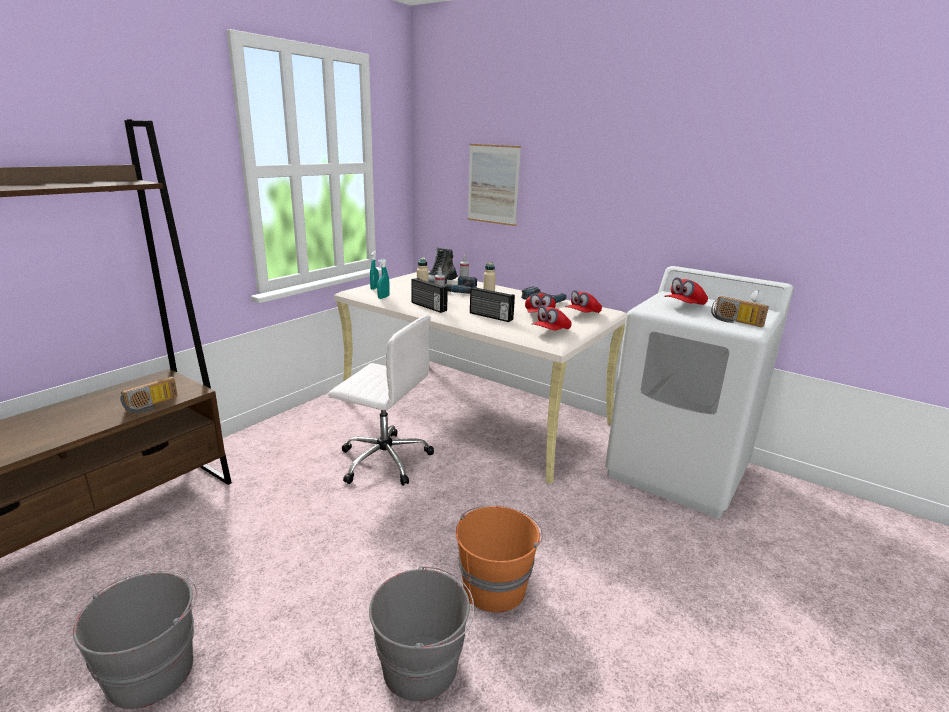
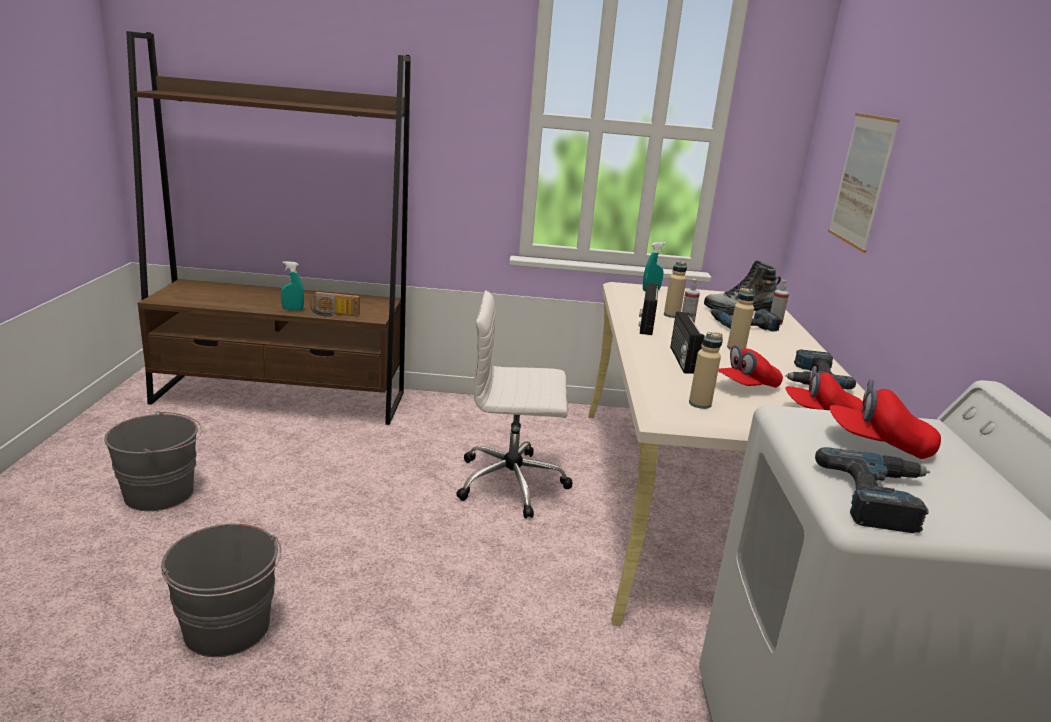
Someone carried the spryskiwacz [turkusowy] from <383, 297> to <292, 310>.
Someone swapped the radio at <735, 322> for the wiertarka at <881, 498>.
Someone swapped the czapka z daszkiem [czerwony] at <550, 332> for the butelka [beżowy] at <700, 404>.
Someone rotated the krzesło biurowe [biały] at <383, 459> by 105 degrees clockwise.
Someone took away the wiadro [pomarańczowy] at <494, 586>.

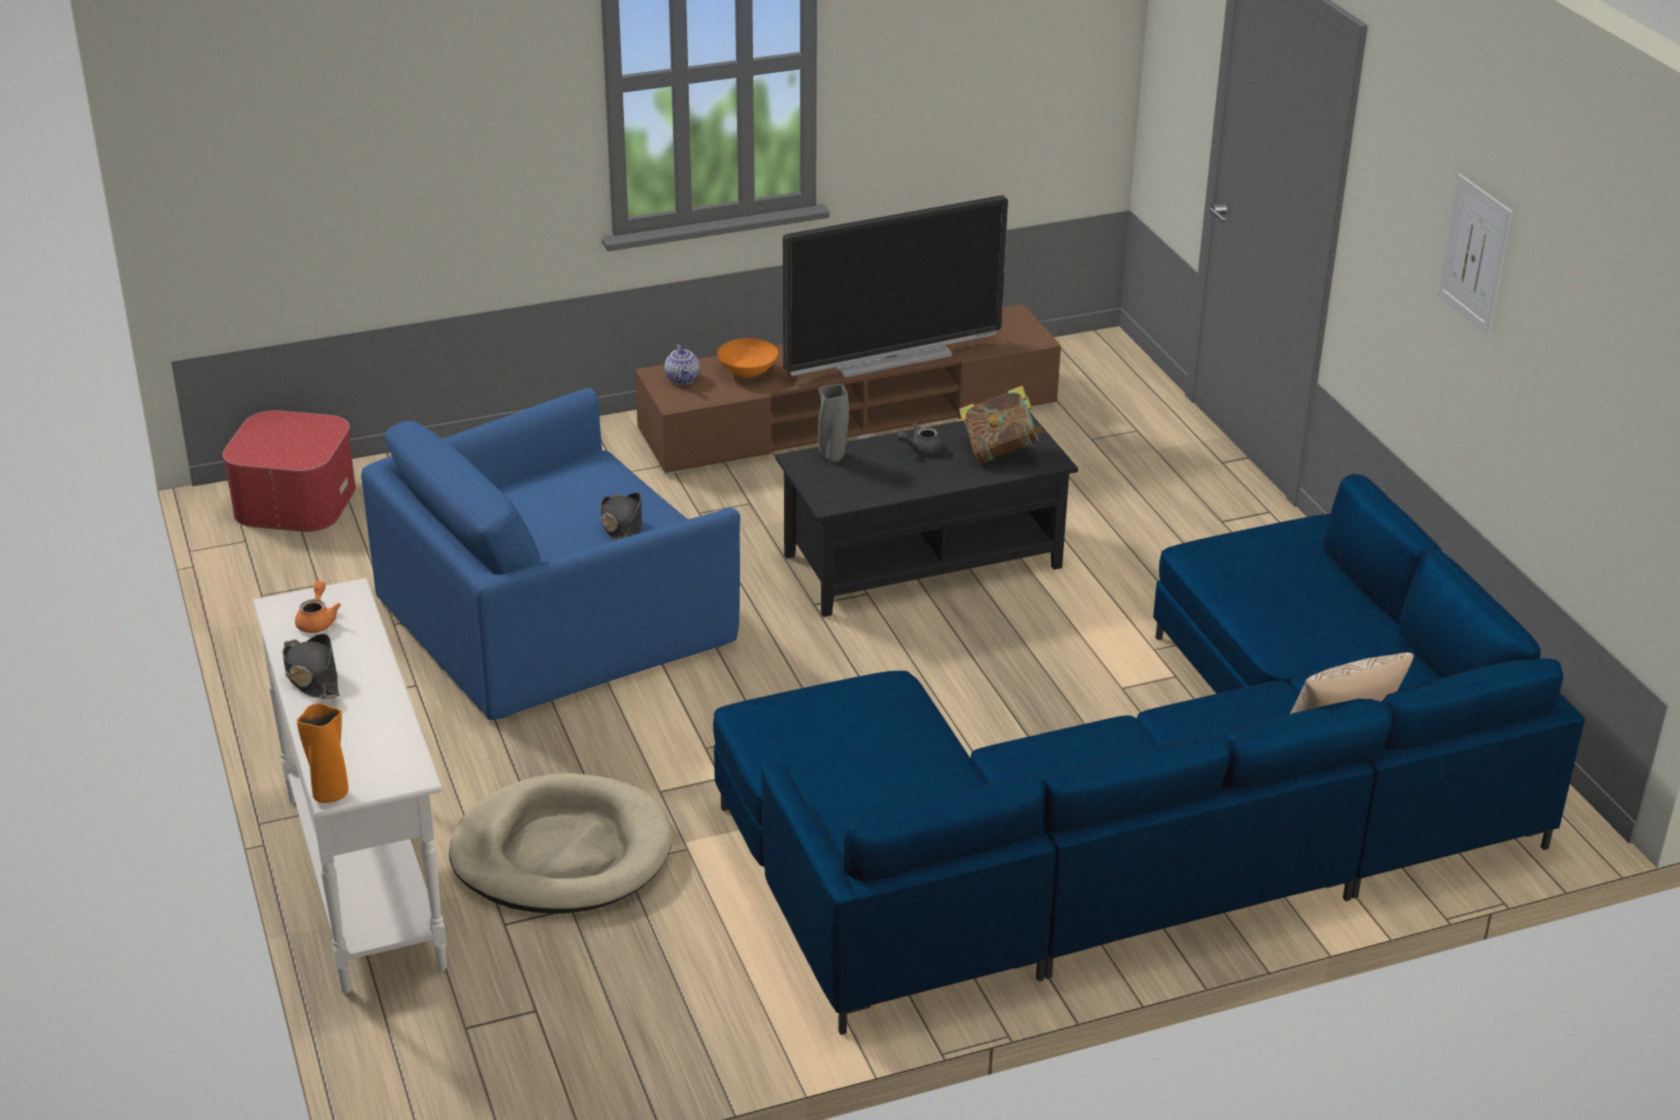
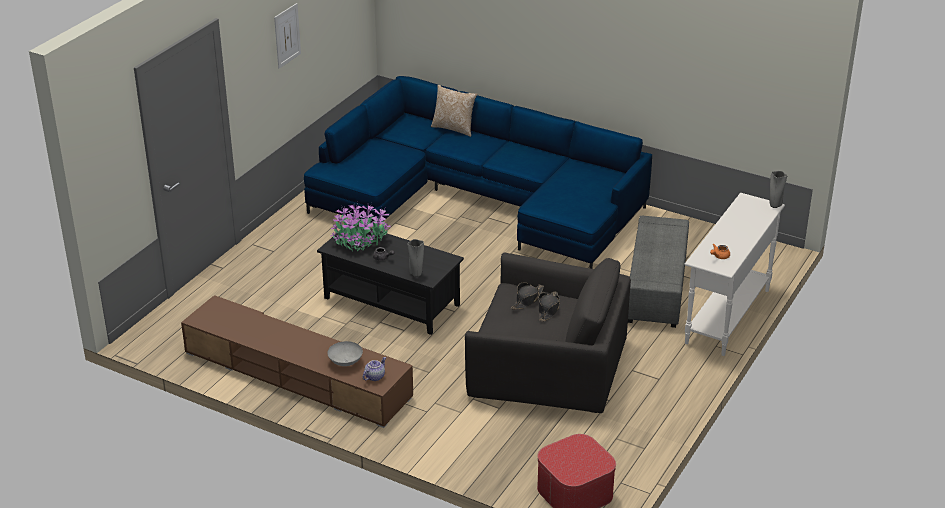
Someone took away the telewizor at <890, 358>.
Someone repainted the miska [pomarańczowy] at <748, 372>, which became the miska [szary] at <345, 362>.
Someone swapped the książka at <999, 451> for the roślina doniczkowa at <360, 241>.
Someone repainted the fotel [niebieski] at <554, 616>, which became the fotel [czarny] at <547, 365>.
Someone carried the kapelusz [czarny] from <311, 676> to <548, 309>.
Someone repainted the wazon [pomarańczowy] at <330, 794>, which became the wazon [szary] at <774, 205>.
Someone swapped the legowisko [beżowy] at <562, 853> for the pufa [szary] at <657, 288>.

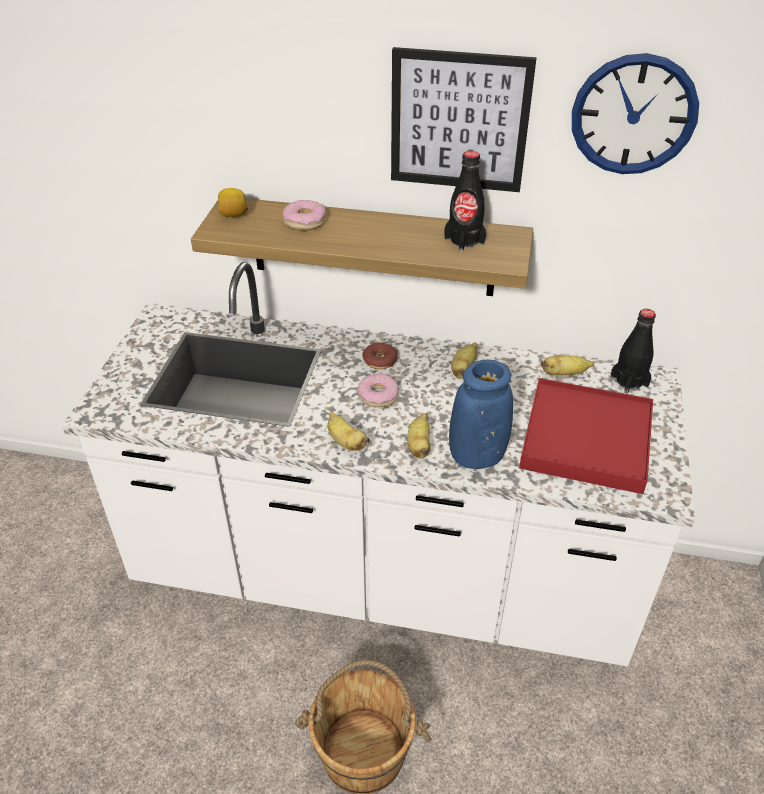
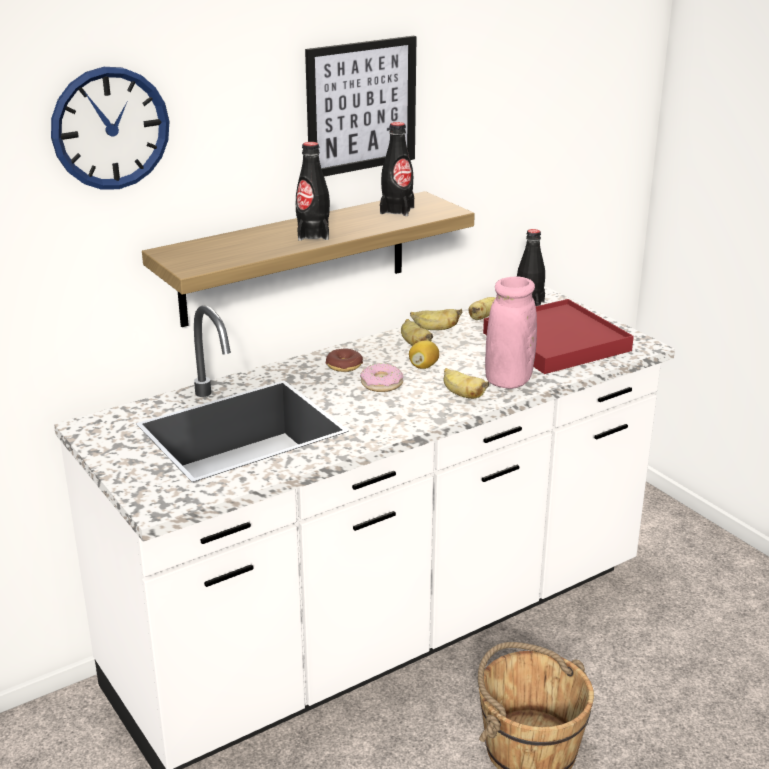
Someone carried the zegar ścienny from <633, 115> to <110, 128>.
Someone carried the cytryna from <233, 215> to <423, 366>.
Someone took away the donut at <304, 221>.
Someone repainted the wazon [niebieski] at <477, 456>, which became the wazon [różowy] at <508, 381>.
Someone carried the banan from <345, 442> to <435, 329>.
Someone put down the butelka [czarny] at <313, 235>.

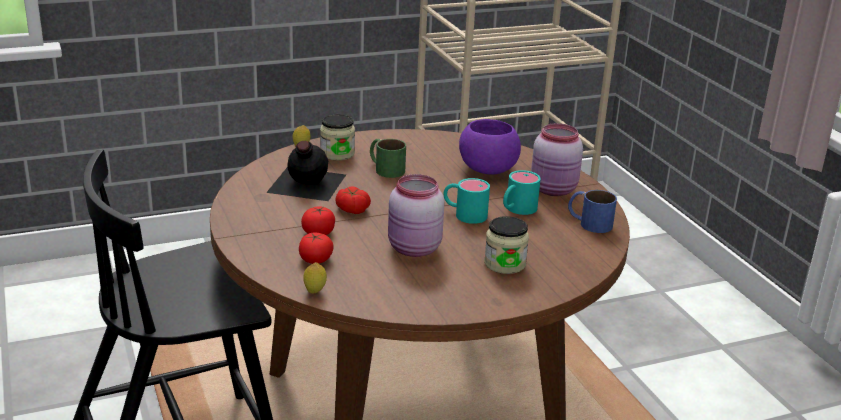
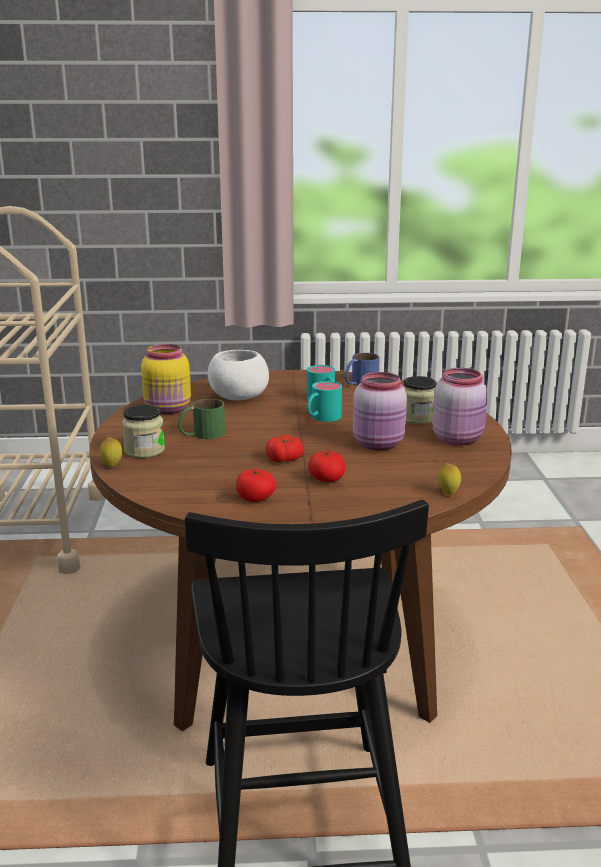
Someone repainted the miska [fioletowy] at <487, 170>, which became the miska [biały] at <239, 398>.
Someone carried the słoik [różowy] from <554, 190> to <458, 439>.
Someone took away the butelka [czarny] at <305, 183>.
Someone carried the pomidor from <315, 259> to <255, 497>.
Someone put down the słoik [żółty] at <168, 409>.

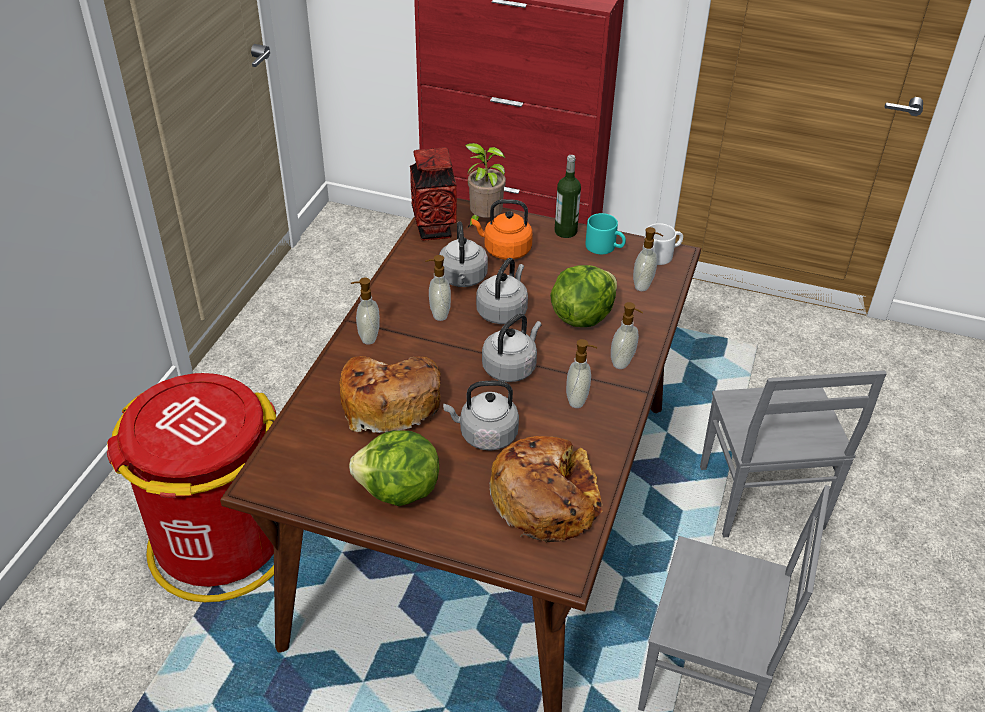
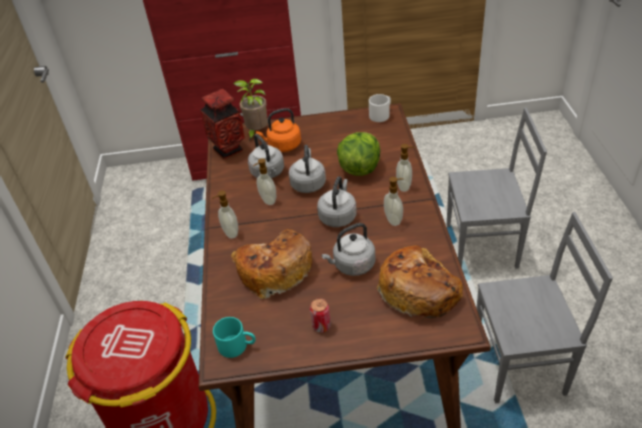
Someone took away the butelka at <565, 231>.
Someone carried the kubek [turkusowy] from <605, 247> to <237, 345>.
Someone took away the dozownik mydła at <644, 285>.
Someone rotated the krzesło [szary] at <759, 499> by 60 degrees counterclockwise.
Someone swapped the sałata at <398, 492> for the puszka at <321, 326>.

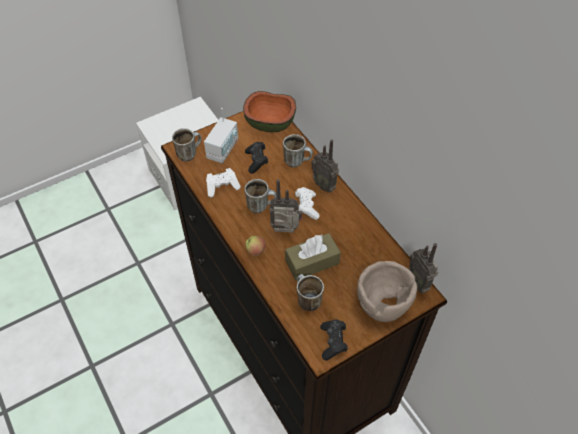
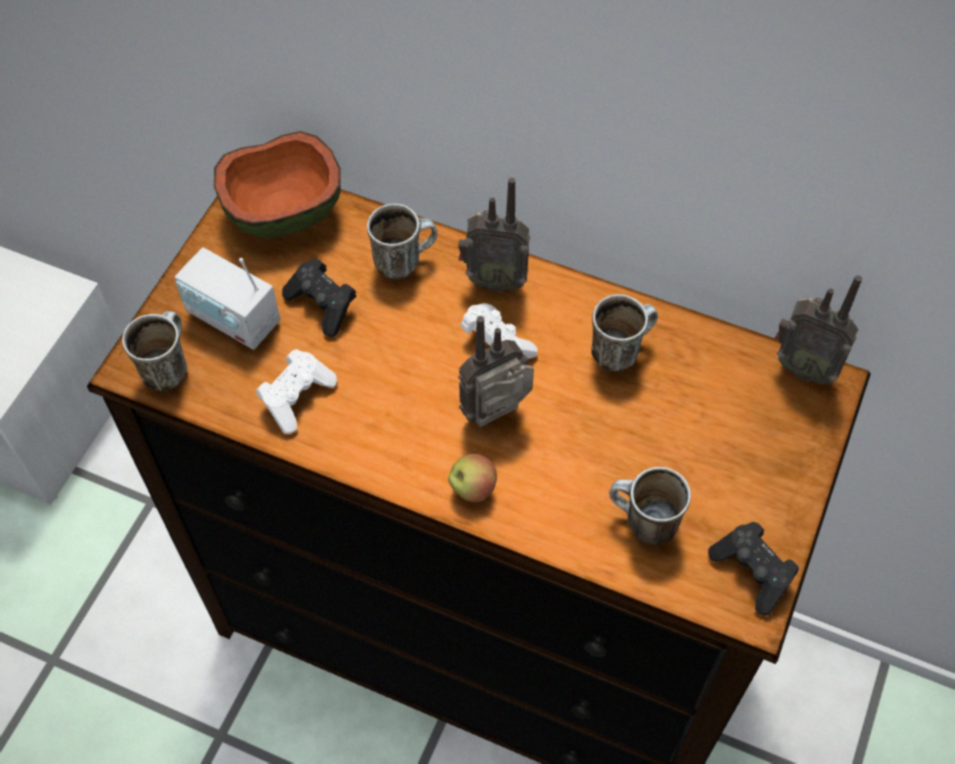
Someone rotated the radio at <223, 150> by 135 degrees clockwise.
Someone carried the kubek from <261, 206> to <620, 349>.
Someone took away the pudełko chusteczek [brązowy] at <312, 262>.
Someone took away the miska [brązowy] at <383, 303>.

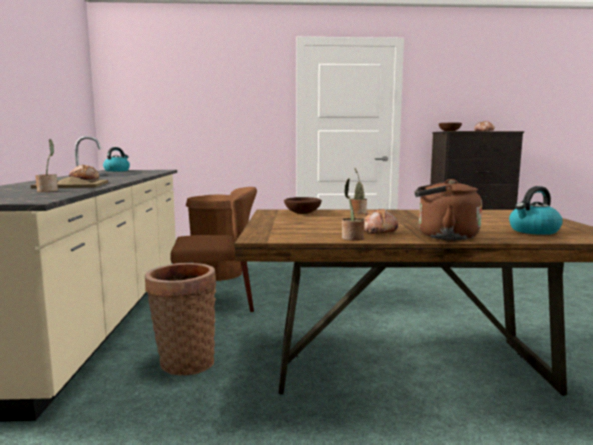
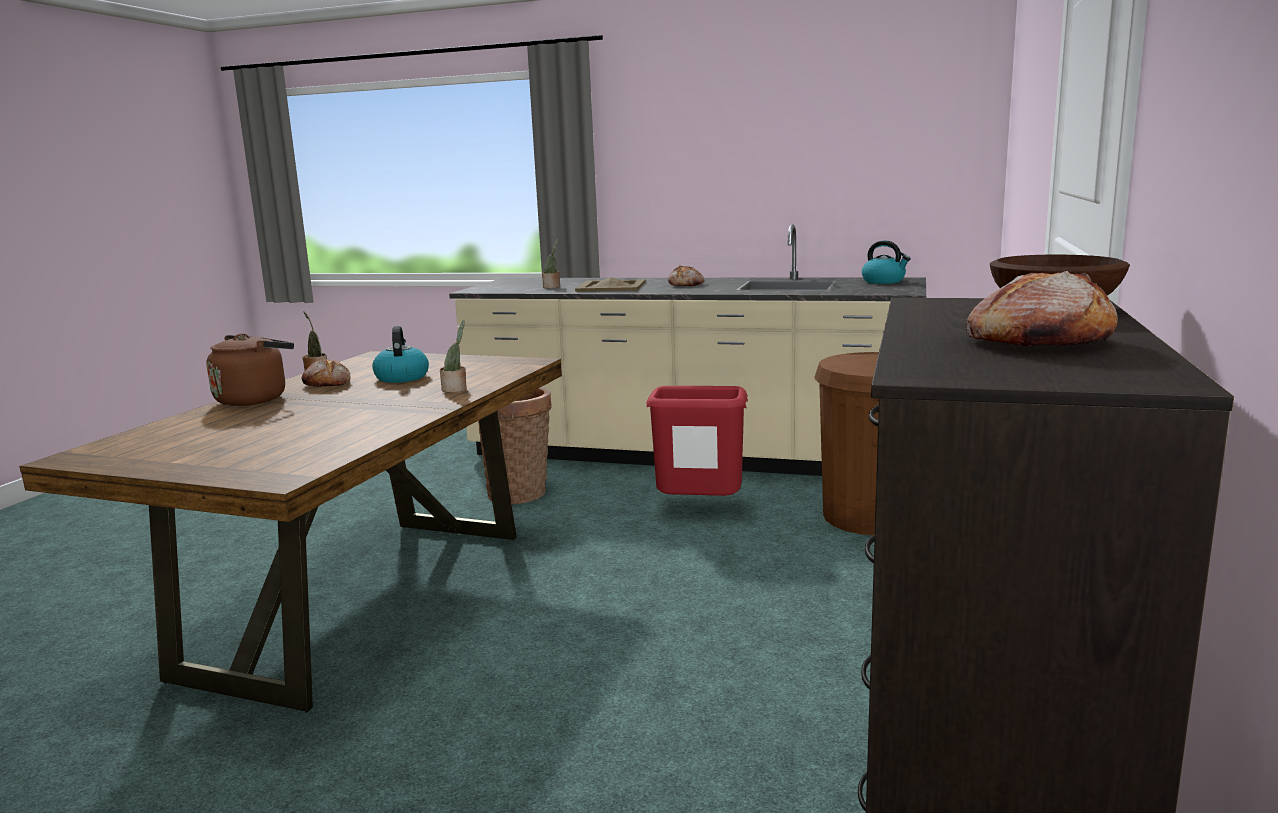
Someone carried the czajnik from <533, 231> to <401, 377>.
Someone swapped the krzesło [brązowy] at <217, 303> for the kosz na śmieci [czerwony] at <698, 510>.
Someone took away the miska [brązowy] at <302, 213>.

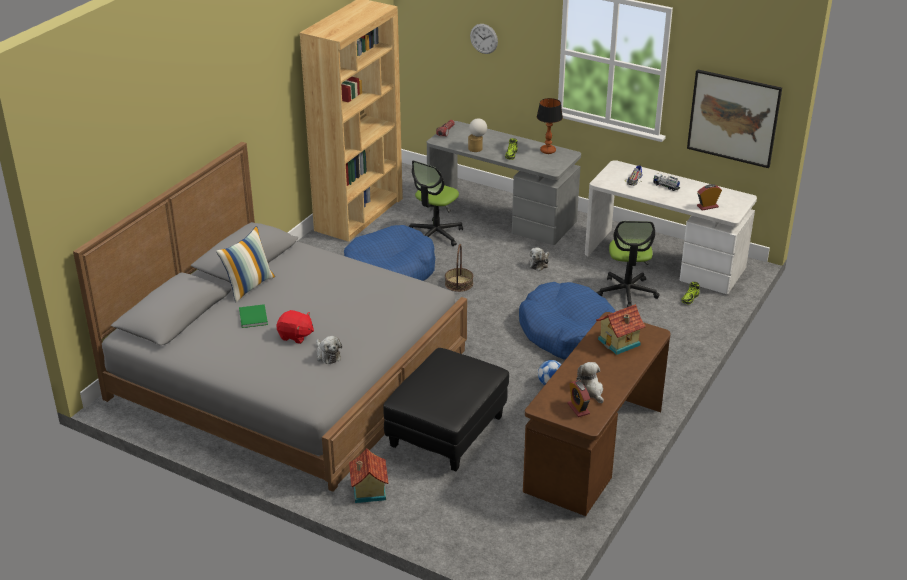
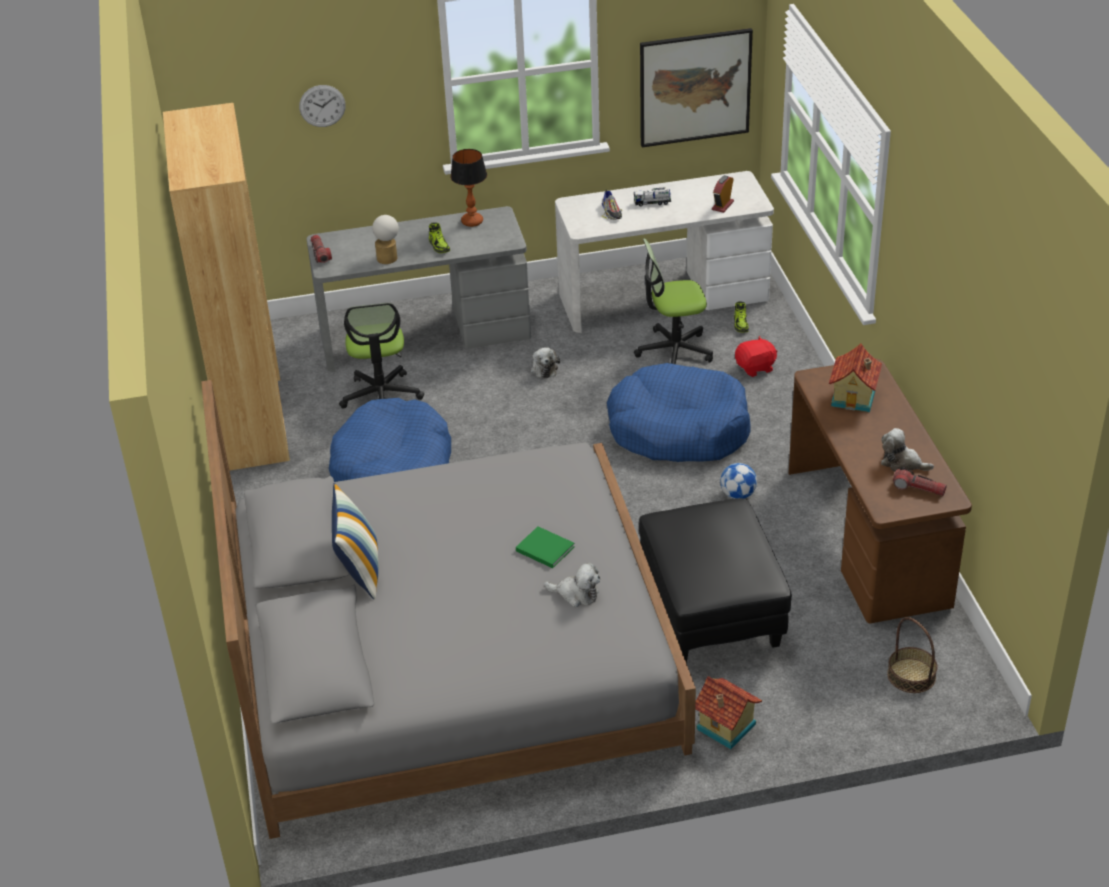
Someone rotated the krzesło biurowe at <627, 292> by 120 degrees clockwise.
Someone carried the koszyk from <459, 283> to <911, 675>.
Someone carried the książka [zielony] from <253, 317> to <543, 548>.
Someone carried the pluszak [czerwony] from <295, 336> to <755, 368>.
Someone swapped the budzik at <578, 408> for the latarka at <918, 488>.

